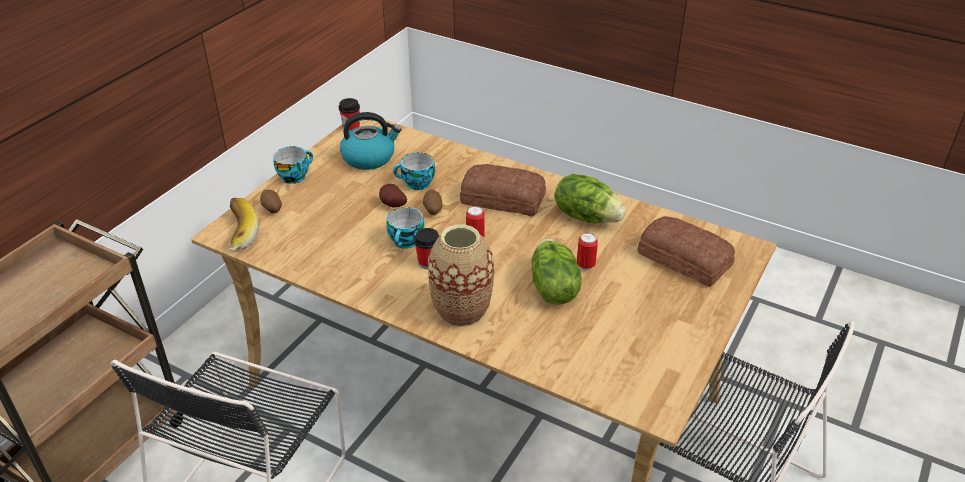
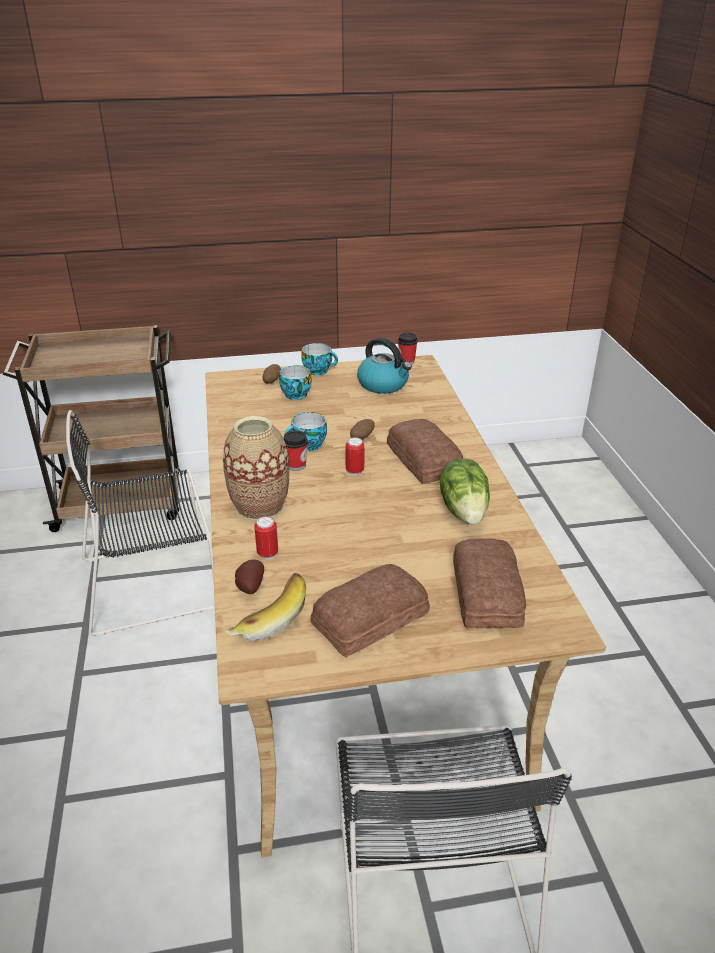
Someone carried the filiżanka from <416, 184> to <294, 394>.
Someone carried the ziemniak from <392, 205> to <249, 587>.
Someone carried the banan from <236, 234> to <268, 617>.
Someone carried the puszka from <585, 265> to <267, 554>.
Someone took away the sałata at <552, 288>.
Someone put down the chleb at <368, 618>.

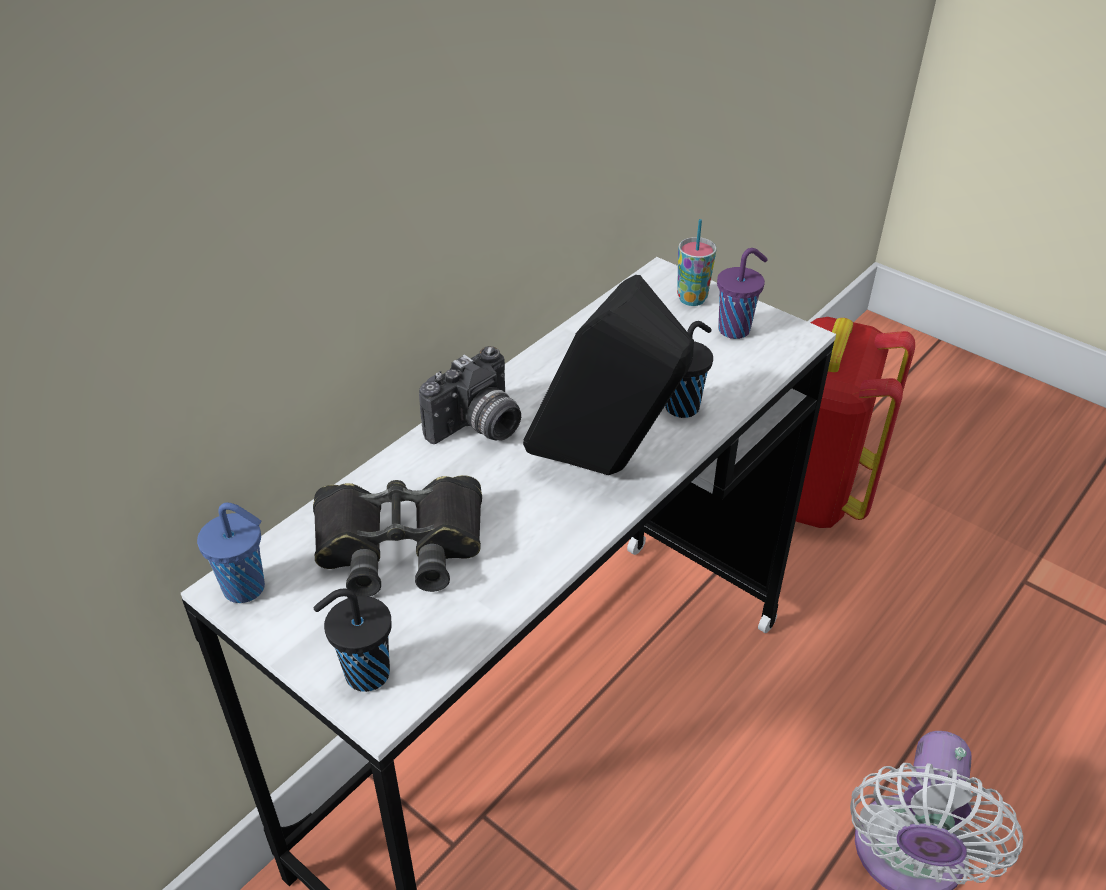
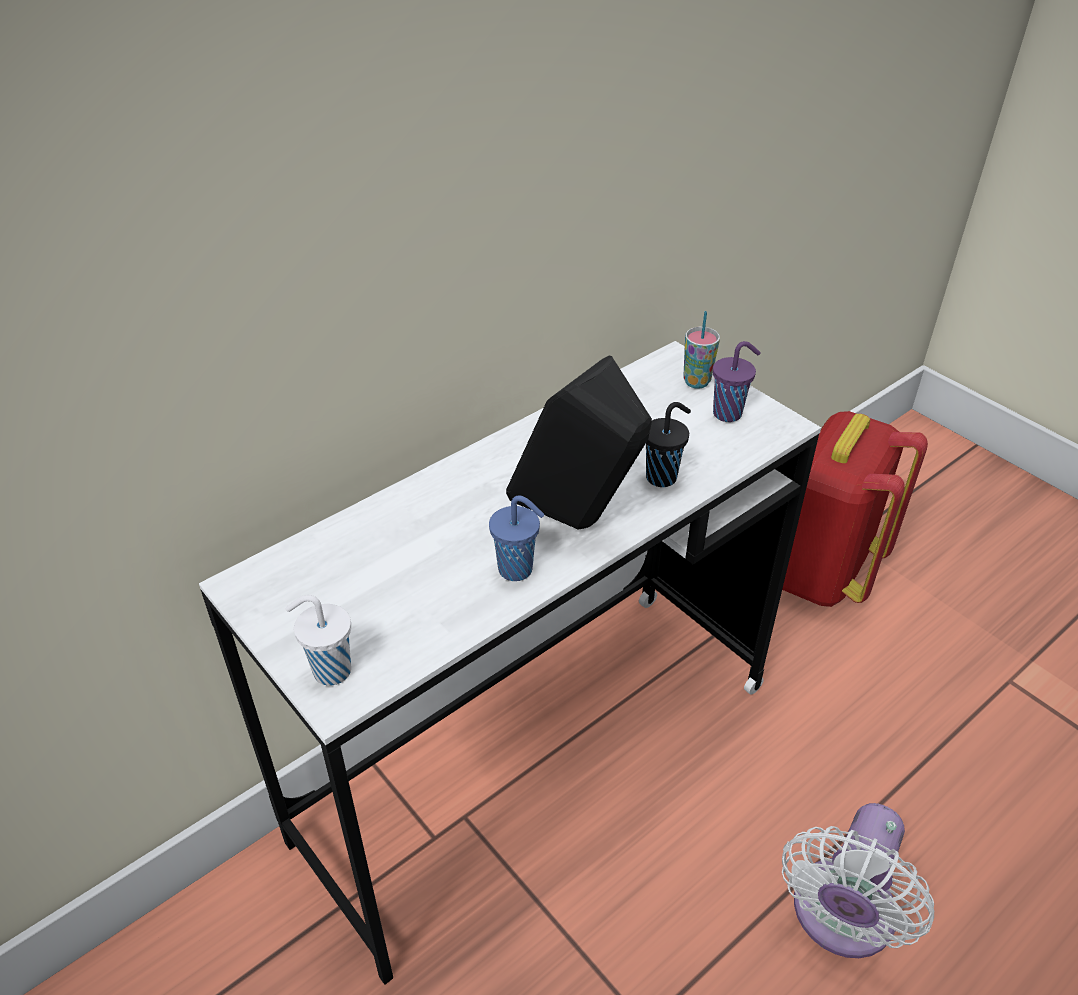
Someone took away the aparat fotograficzny at <478, 428>.
Someone took away the lornetka [czarny] at <400, 544>.
Someone carried the filiżanka [niebieski] from <247, 588> to <517, 570>.
Someone repainted the filiżanka [czarny] at <364, 674>, which became the filiżanka [biały] at <329, 671>.

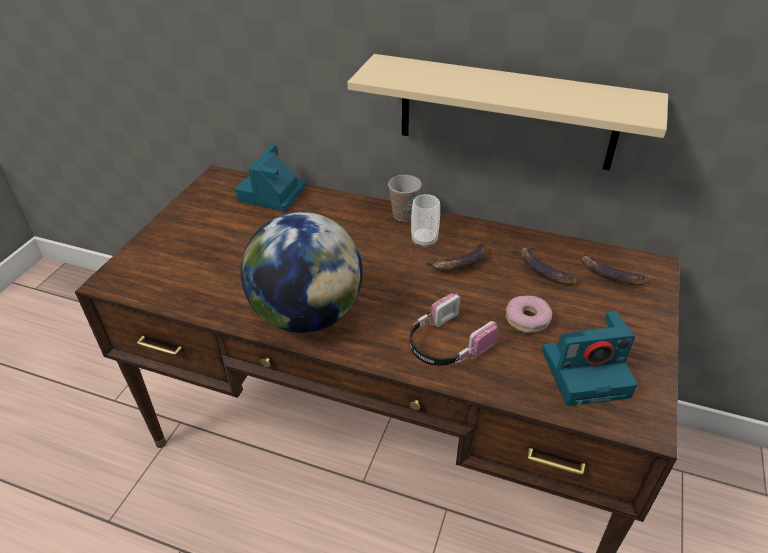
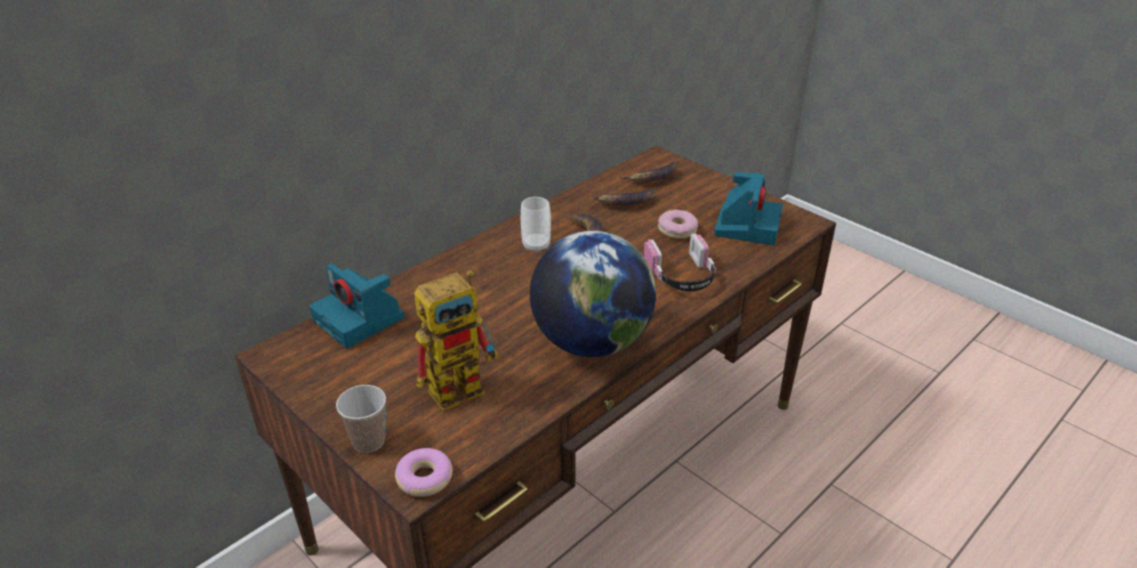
Someone took away the półka [beżowy] at <506, 113>.
Someone carried the filiżanka from <404, 215> to <368, 441>.
Someone put down the robot zabawkowy at <464, 384>.
Someone put down the donut at <424, 478>.

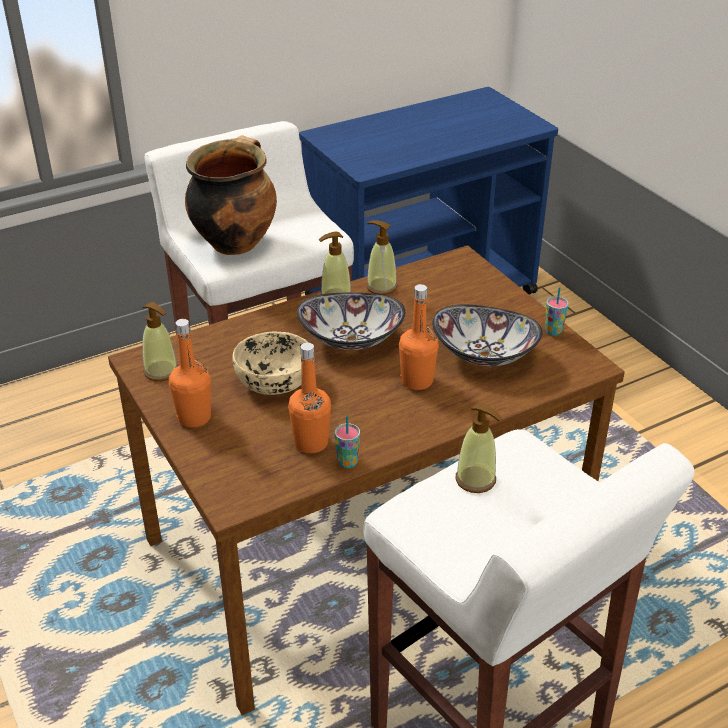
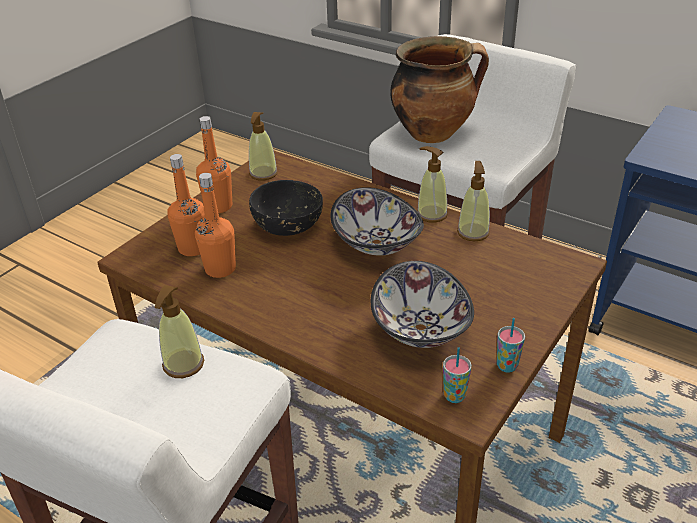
Someone carried the butelka [pomarańczowy] from <417, 381> to <193, 248>.
Someone repainted the miska [beżowy] at <275, 380>, which became the miska [czarny] at <288, 225>.
Someone carried the filiżanka from <347, 462> to <454, 396>.

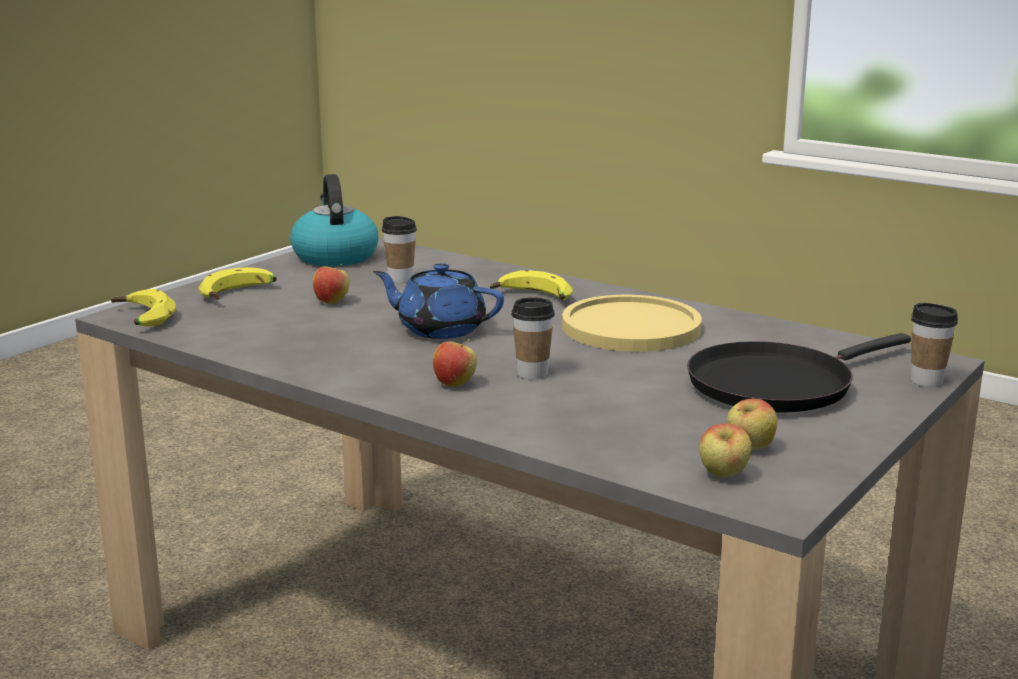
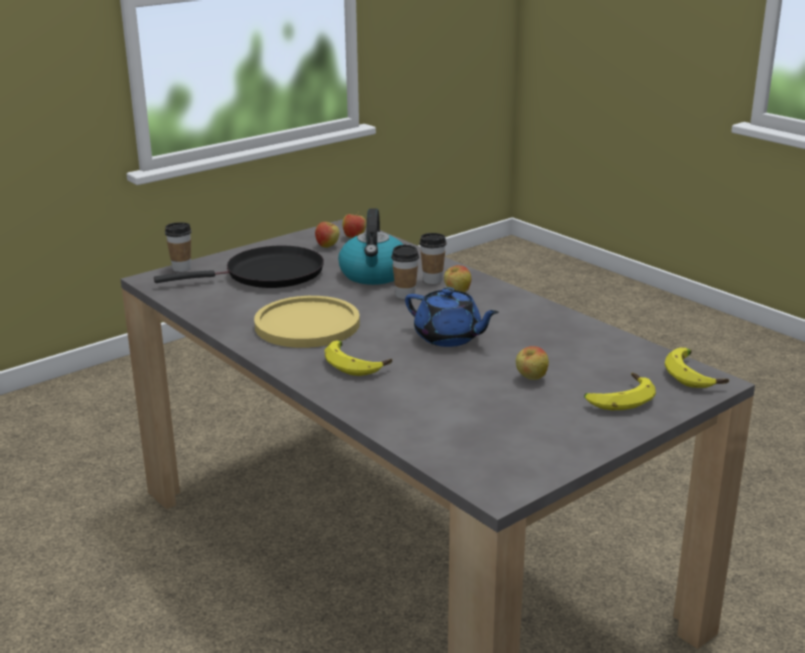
Someone carried the czajnik from <334, 256> to <374, 275>.
Someone carried the filiżanka from <400, 279> to <432, 280>.

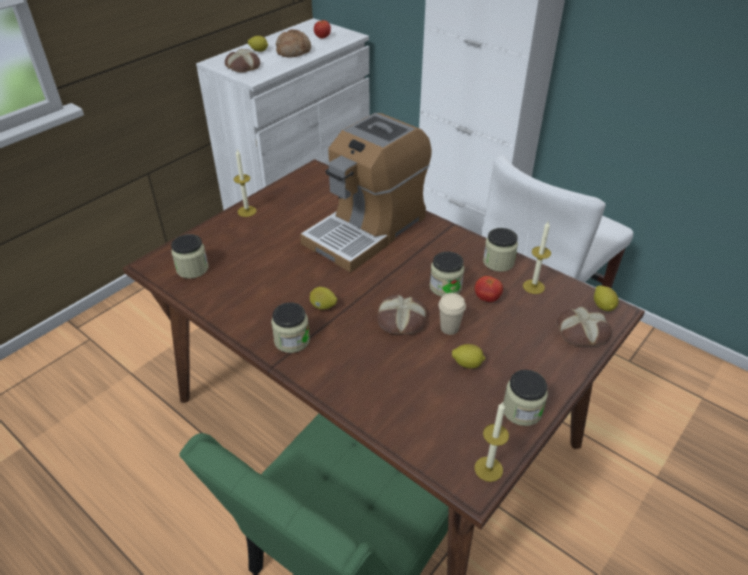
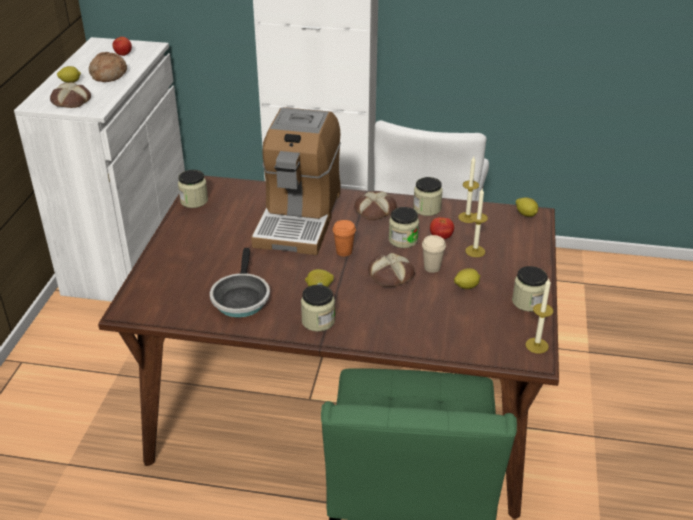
Someone carried the świeca from <247, 211> to <475, 251>.
Someone carried the słoik from <192, 269> to <194, 201>.
Someone carried the chleb from <582, 331> to <374, 210>.
Someone put down the filiżanka [pomarańczowy] at <344, 252>.
Someone put down the patelnia at <240, 298>.

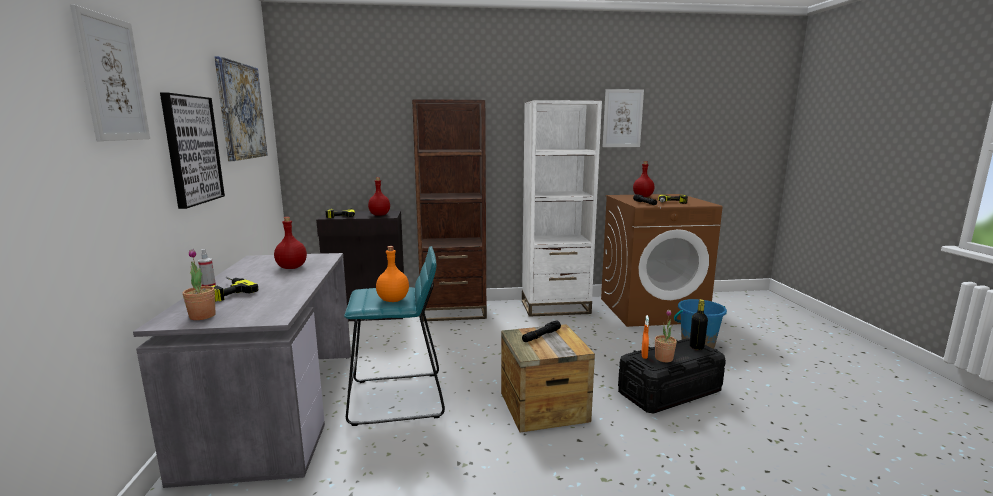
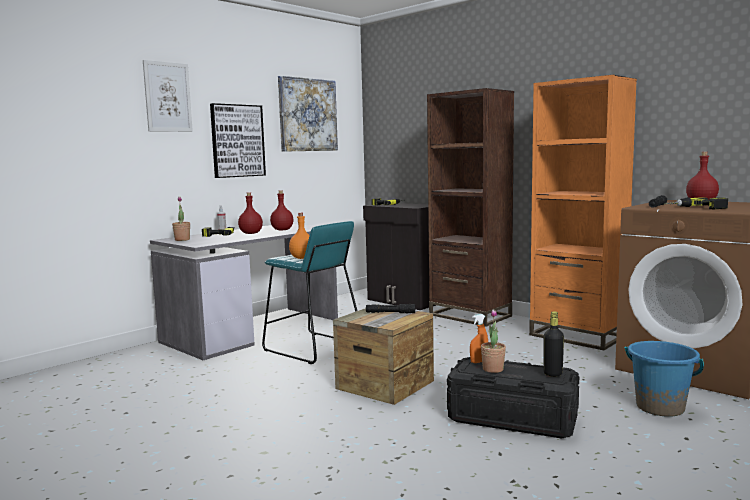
Someone took away the obraz at <622, 118>.
Someone repainted the regał [biały] at <555, 307>, which became the regał [pomarańczowy] at <577, 336>.
Someone carried the butelka [czerwony] from <380, 215> to <251, 233>.

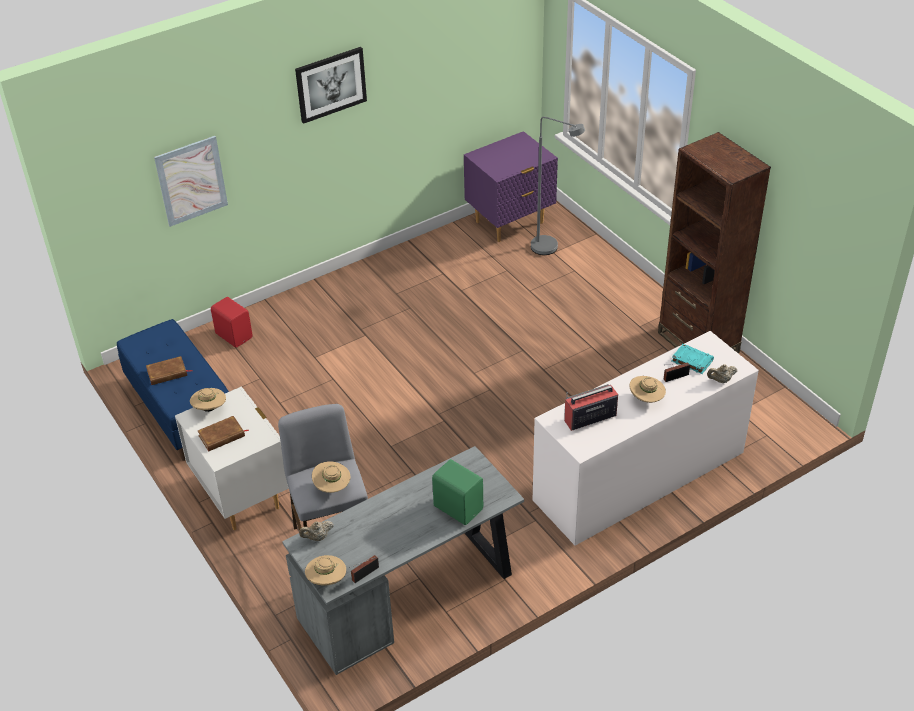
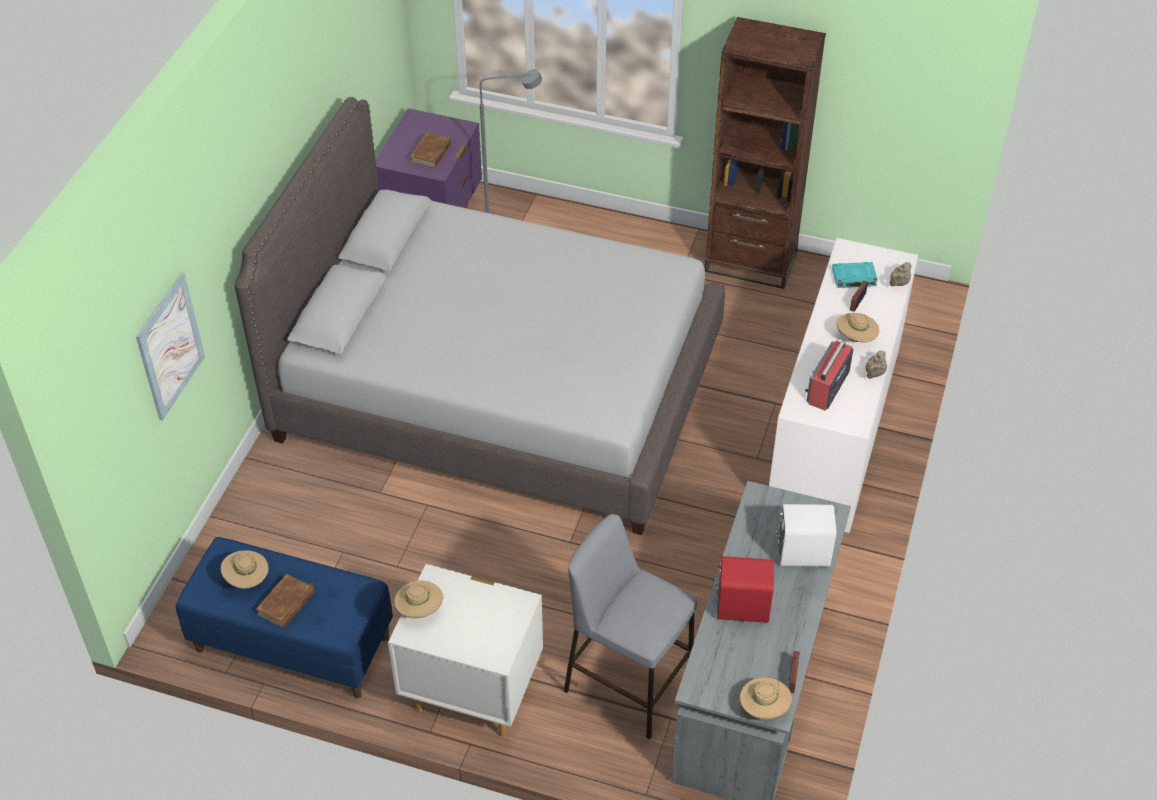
Someone took away the obraz at <330, 84>.
Someone carried the głośnik [czerwony] from <234, 335> to <741, 606>.
Someone carried the książka [brązowy] from <222, 436> to <431, 153>.
Someone repainted the głośnik [zielony] at <458, 507>, which became the głośnik [biały] at <802, 552>.
Someone carried the kapelusz [beżowy] from <332, 487> to <247, 579>.
Someone carried the imbryk [beżowy] from <317, 537> to <874, 373>.
Someone put down the łóżko [szary] at <499, 389>.

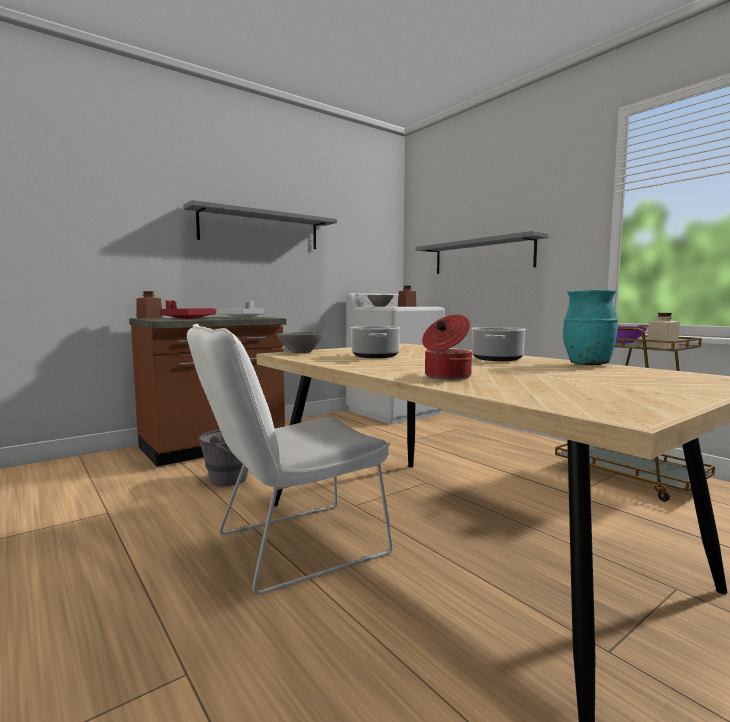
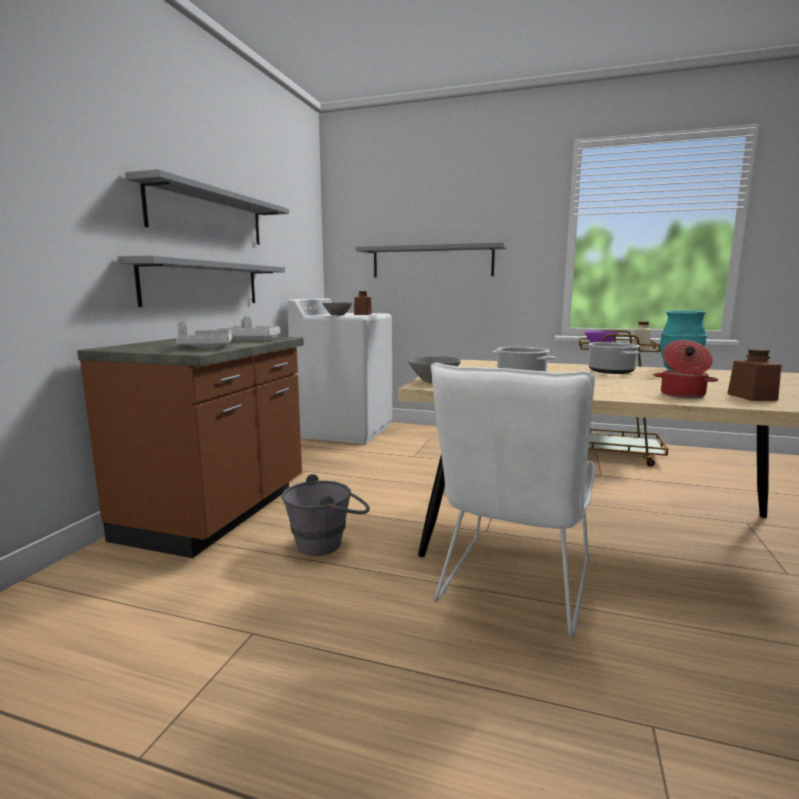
Someone carried the słoik [brązowy] from <149, 318> to <751, 397>.
Someone repainted the taca [czerwony] at <188, 319>, which became the taca [szary] at <206, 347>.
Someone put up the półka [szary] at <203, 283>.

